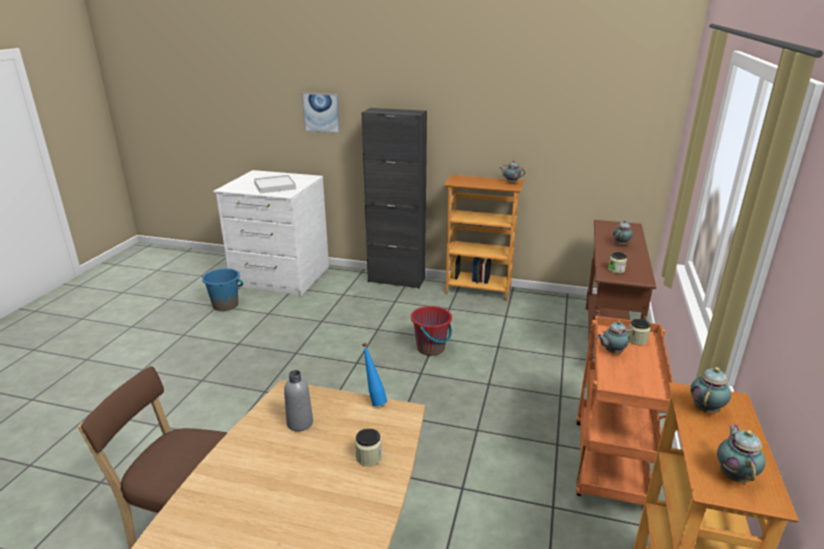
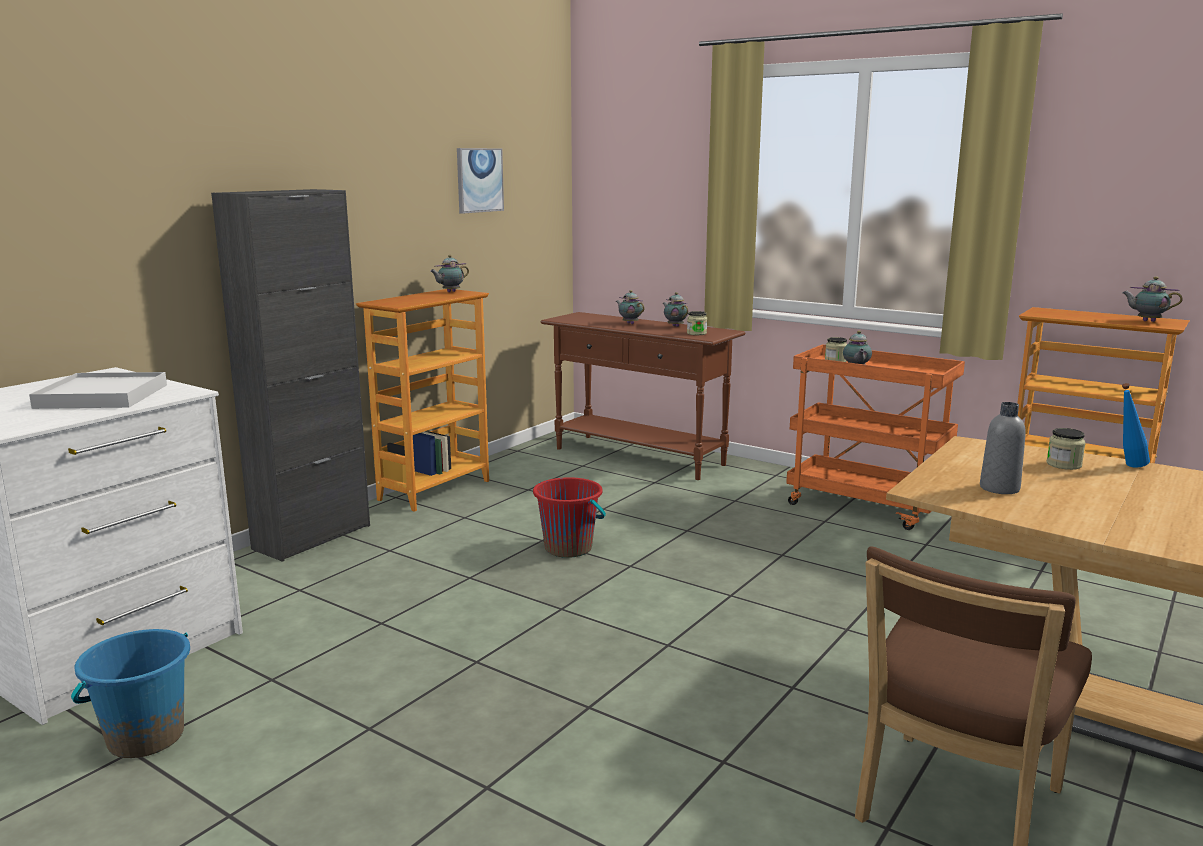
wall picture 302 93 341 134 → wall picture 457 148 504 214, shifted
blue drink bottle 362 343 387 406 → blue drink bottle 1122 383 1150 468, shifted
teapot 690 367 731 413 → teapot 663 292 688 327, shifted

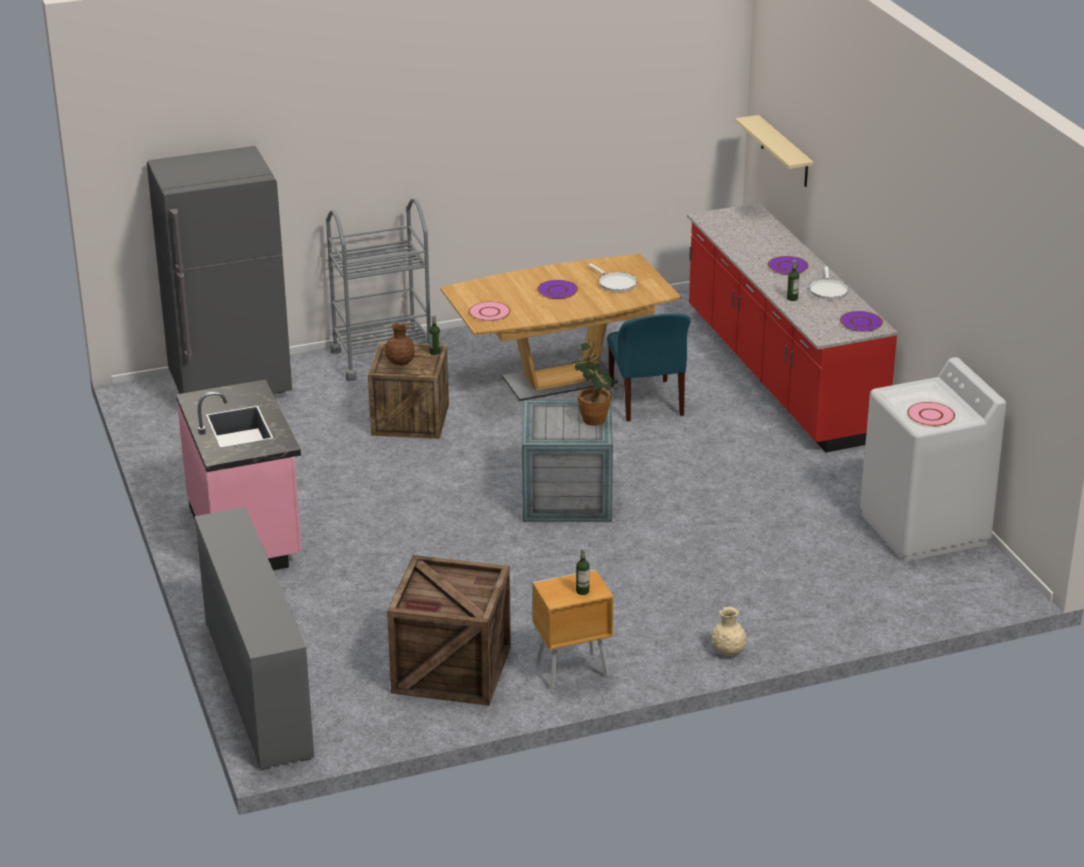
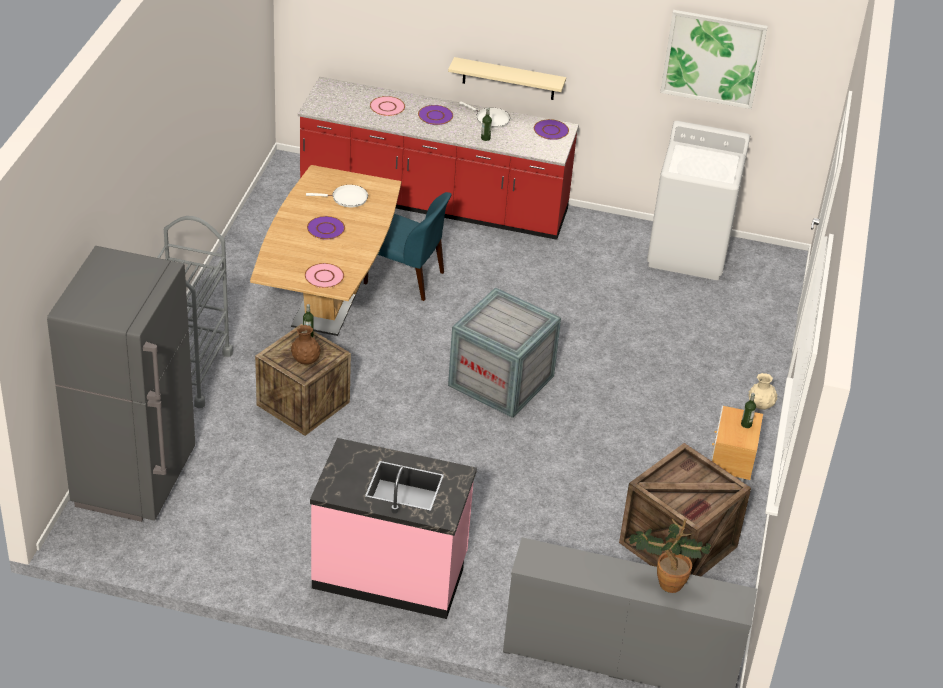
- → wall picture 660 10 768 109
houseplant 573 338 617 426 → houseplant 629 519 711 593, shifted
sand-coloured shelf 735 115 814 187 → sand-coloured shelf 448 57 566 100, shifted
pink dinner plate 907 402 955 426 → pink dinner plate 370 96 405 116, shifted

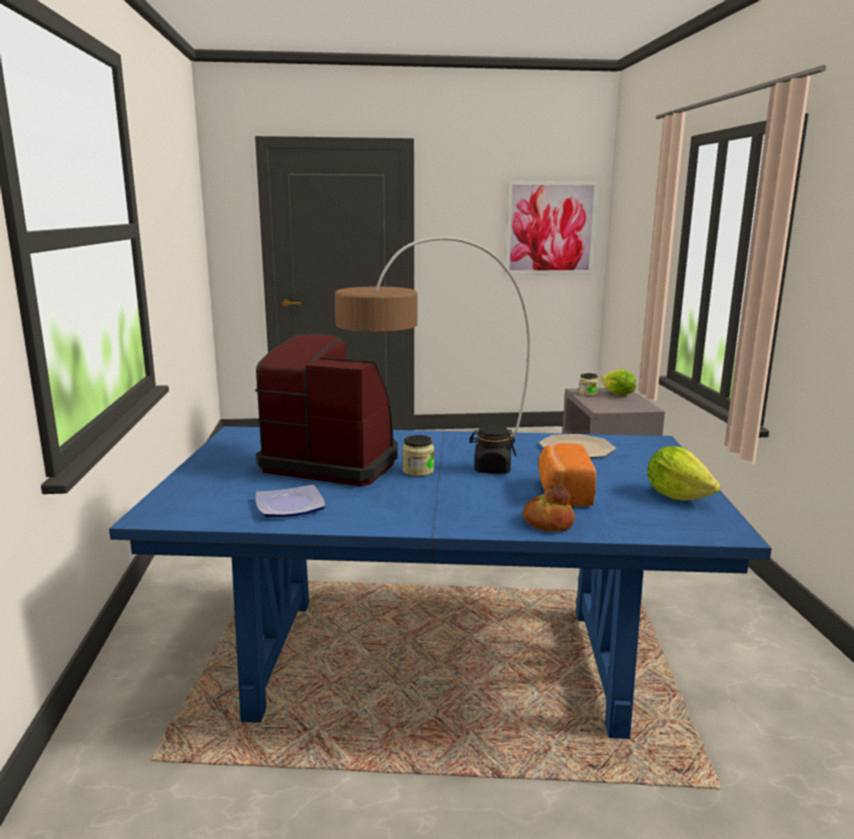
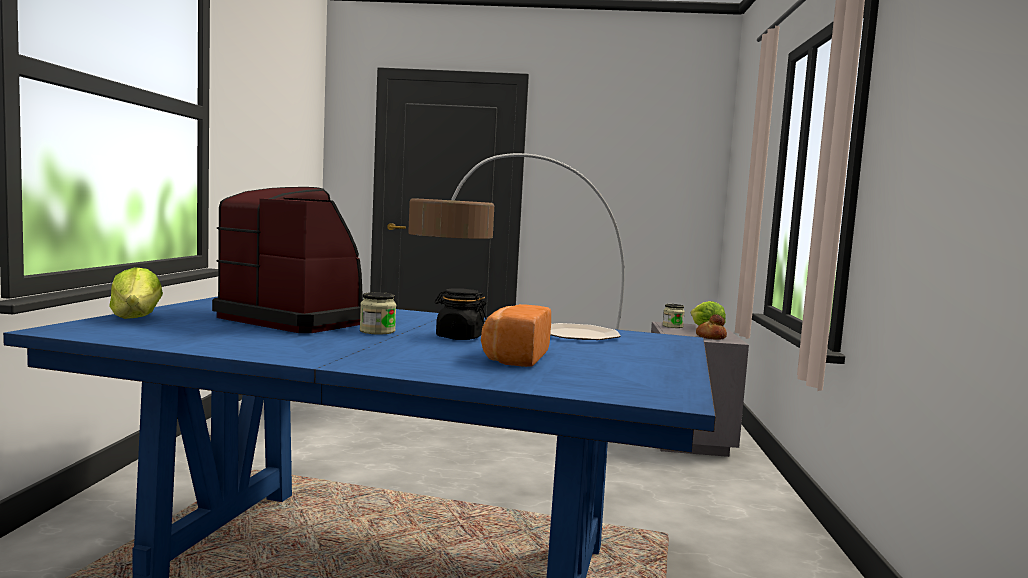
dinner plate 256 485 325 517 → -
wall picture 505 181 599 275 → -
baked bread 523 485 575 532 → baked bread 696 314 727 340, shifted
lettuce head 647 446 721 501 → lettuce head 109 267 163 319, shifted

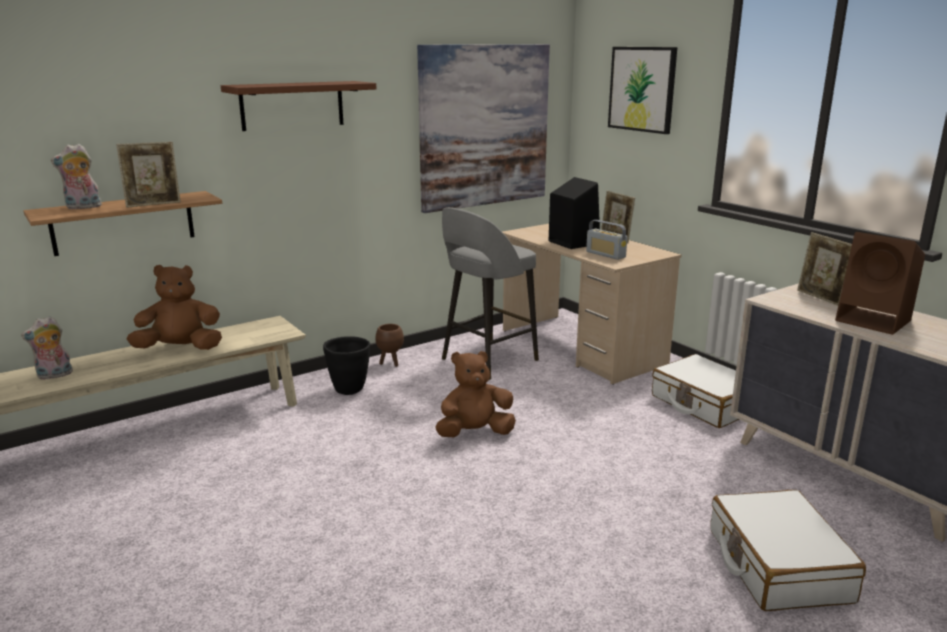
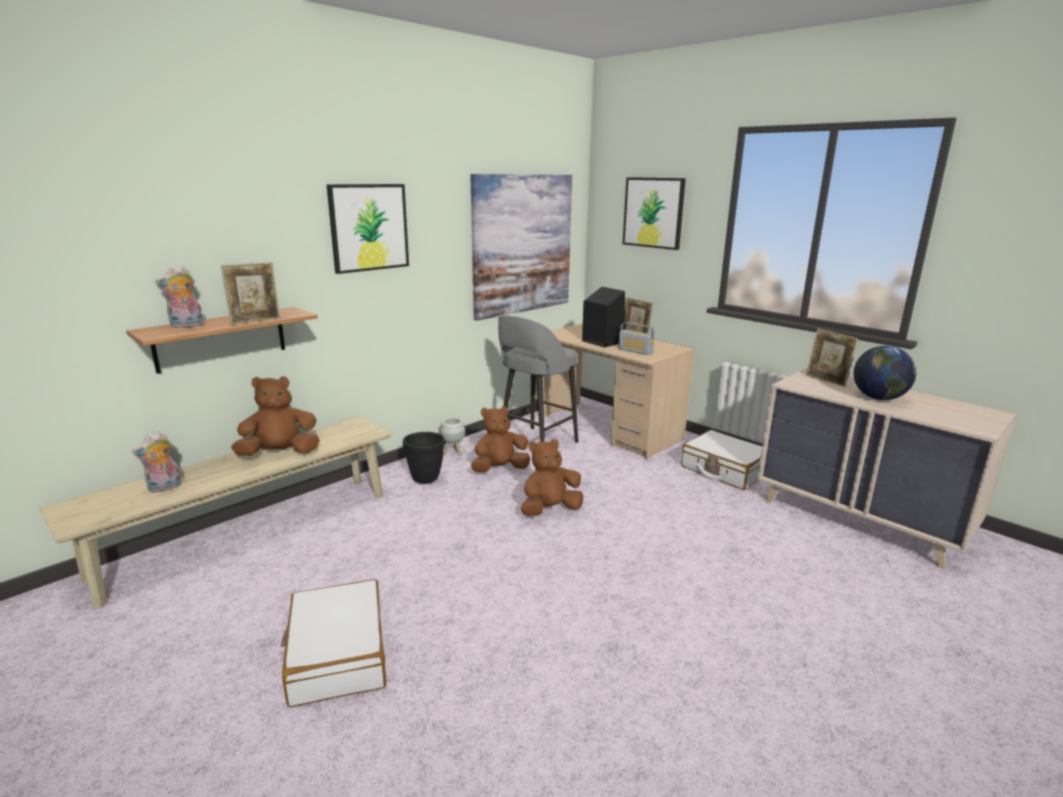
- → brown-coloured soft toy 471 407 530 472
whitish piece of luggage 710 490 866 611 → whitish piece of luggage 281 579 386 707, shifted
brown-coloured shelf 221 81 377 131 → wall picture 326 184 409 274
brown-coloured audio speaker 835 232 925 335 → desk globe 853 346 916 400
brown-coloured plant pot 375 324 404 367 → whitish plant pot 440 418 465 455

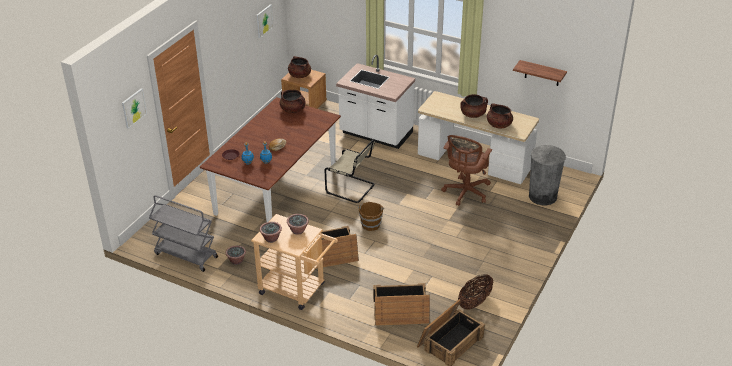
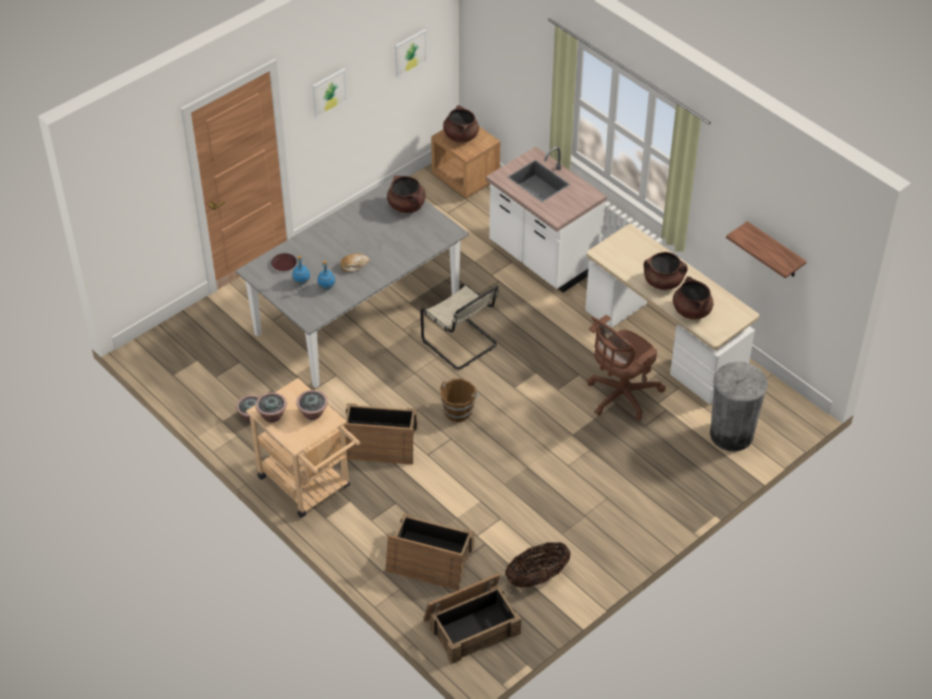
gray trolley 149 195 218 272 → -
wall picture 122 88 147 129 → wall picture 312 68 348 118, shifted
brown-coloured dining table 200 97 341 222 → gray dining table 236 178 469 388

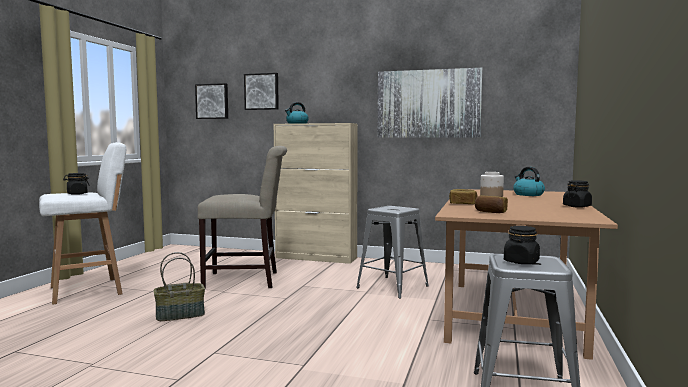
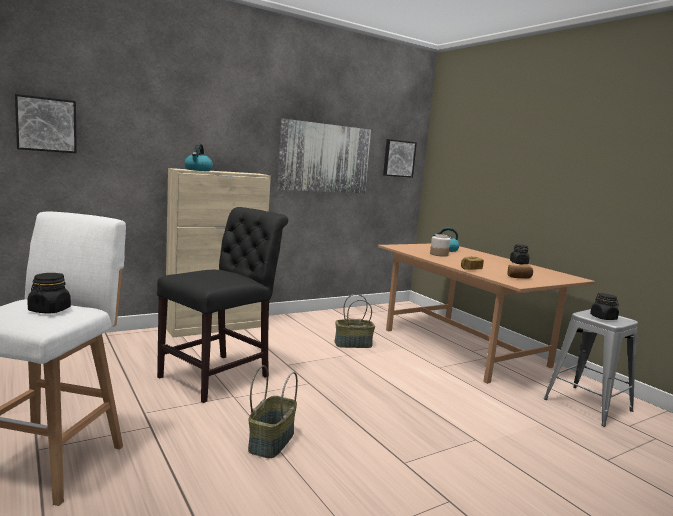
wall picture 244 73 279 110 → wall picture 383 139 417 178, shifted
gray stool seat 356 206 429 299 → basket 335 294 375 348
sand-coloured plain chair 198 146 287 289 → blackish plain chair 157 207 288 403

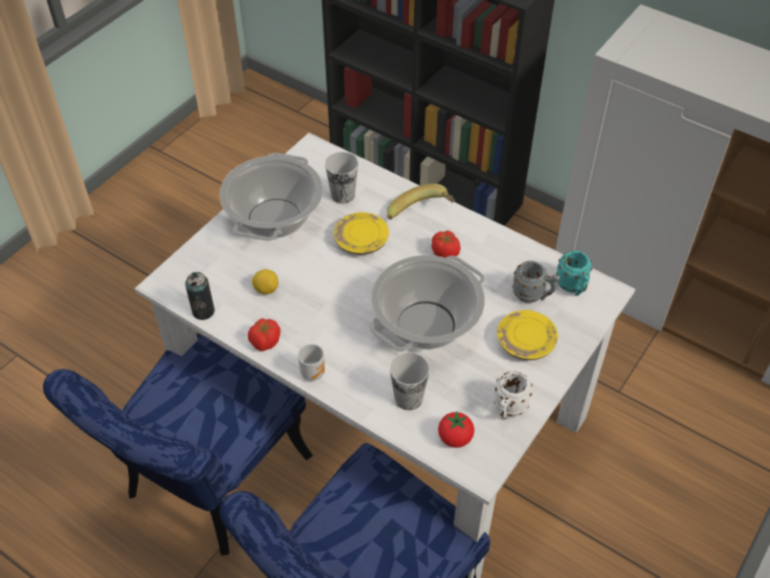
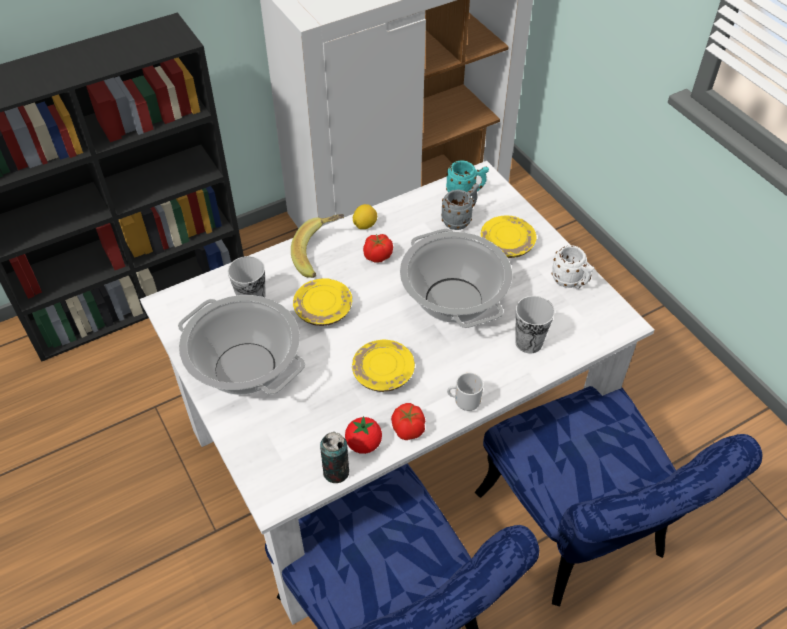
- → yellow-coloured dinner plate 352 339 415 392
whole lemon 252 269 278 294 → whole lemon 353 204 377 229, shifted
tomato 438 411 474 448 → tomato 345 416 382 454, shifted

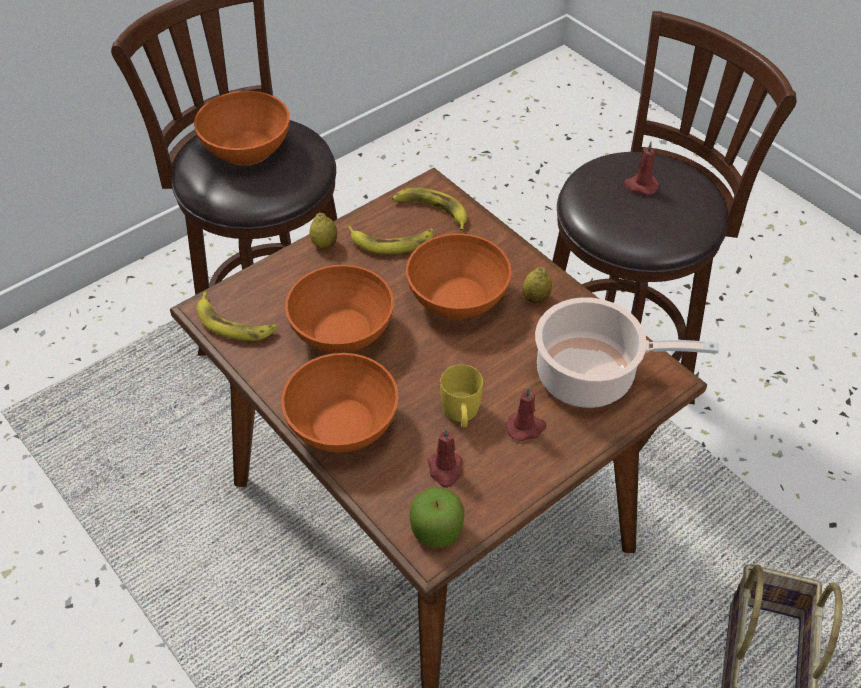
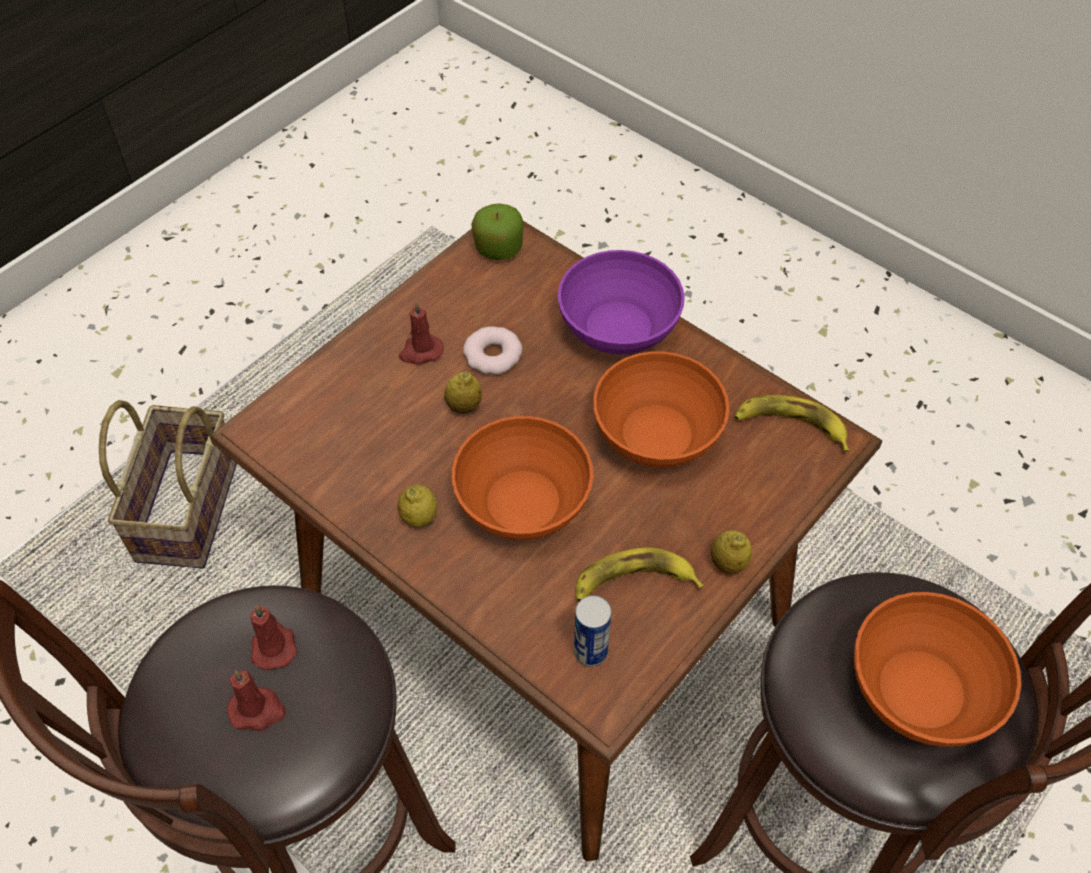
stockpot 535 297 719 408 → -
- → whole lemon 444 371 482 413
red candle 428 427 463 488 → red candle 250 605 297 670, shifted
banana 392 188 467 231 → sealed can 574 595 611 667
yellow-coloured mug 440 364 483 428 → donut 463 326 522 375
orangey bowl 281 353 399 453 → purple bowl 558 250 685 355

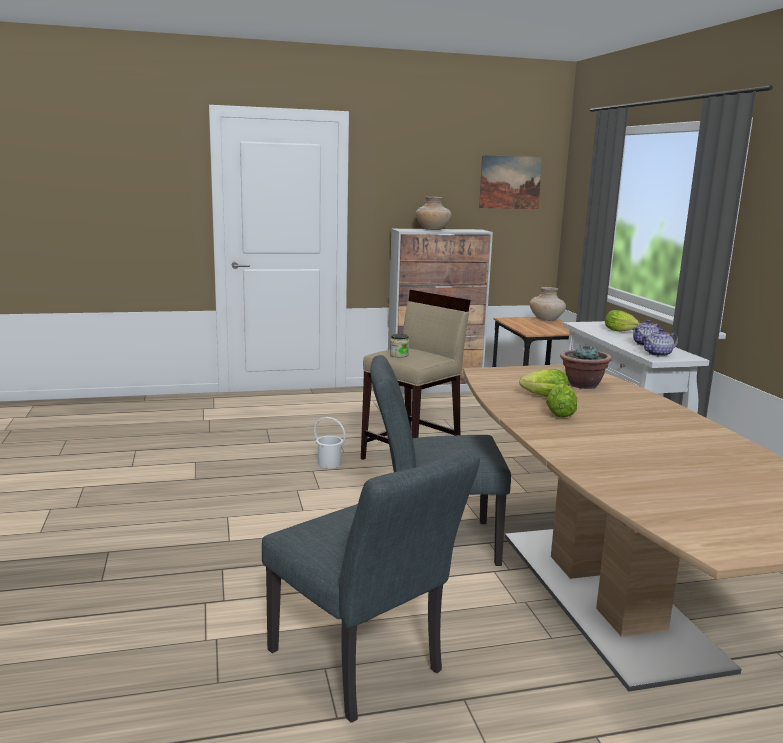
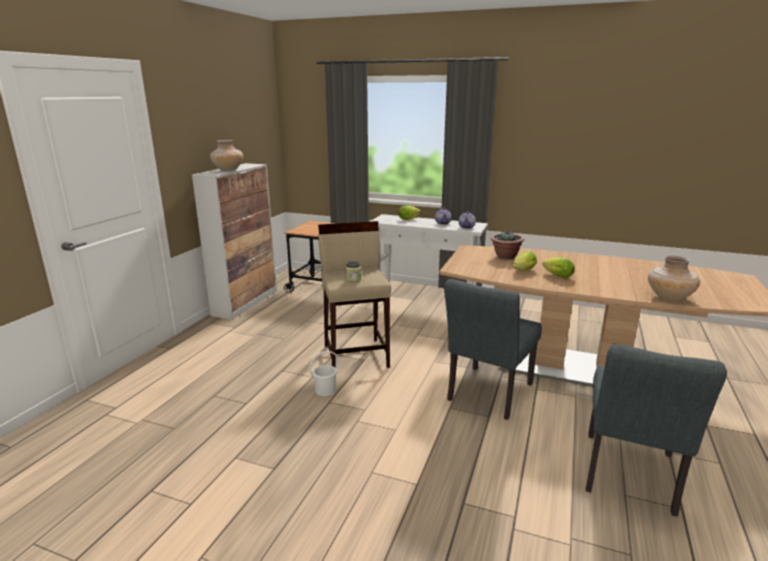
wall picture 479 155 543 209 → -
sand-coloured vase 530 287 566 321 → sand-coloured vase 648 255 700 301, shifted
gray plain chair 262 448 480 722 → gray plain chair 586 344 727 516, 120 degrees clockwise

